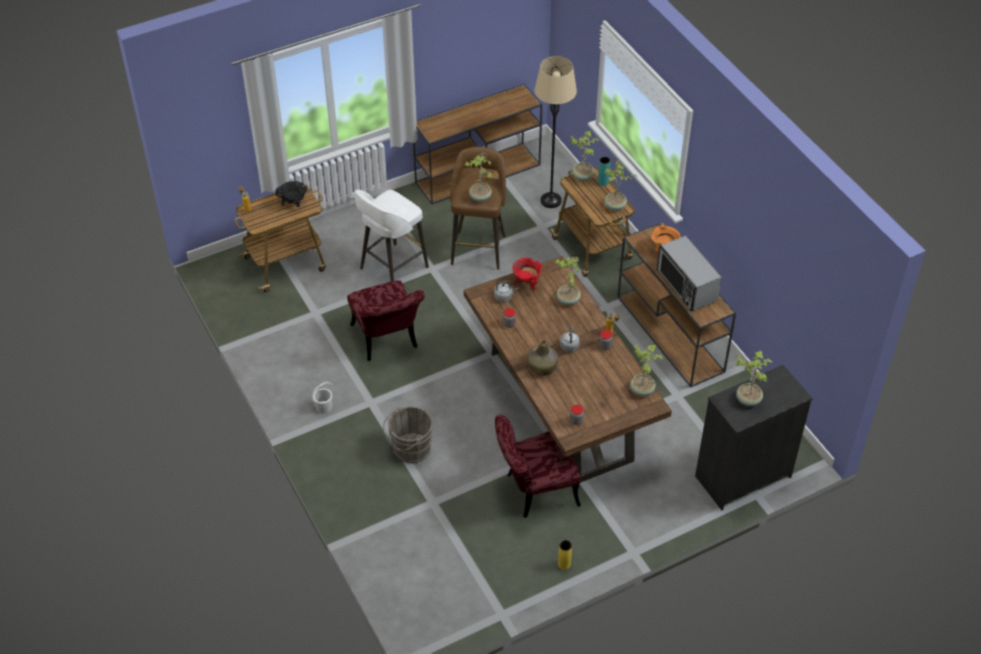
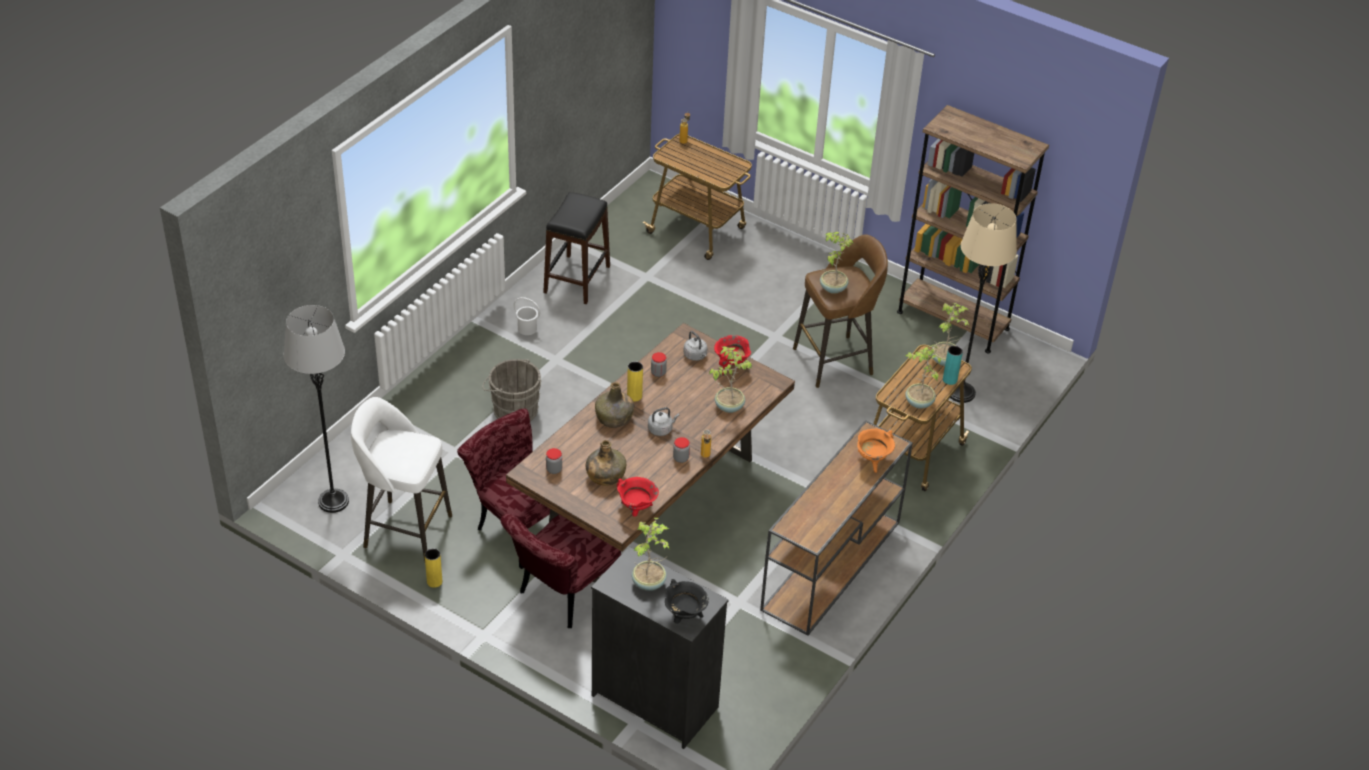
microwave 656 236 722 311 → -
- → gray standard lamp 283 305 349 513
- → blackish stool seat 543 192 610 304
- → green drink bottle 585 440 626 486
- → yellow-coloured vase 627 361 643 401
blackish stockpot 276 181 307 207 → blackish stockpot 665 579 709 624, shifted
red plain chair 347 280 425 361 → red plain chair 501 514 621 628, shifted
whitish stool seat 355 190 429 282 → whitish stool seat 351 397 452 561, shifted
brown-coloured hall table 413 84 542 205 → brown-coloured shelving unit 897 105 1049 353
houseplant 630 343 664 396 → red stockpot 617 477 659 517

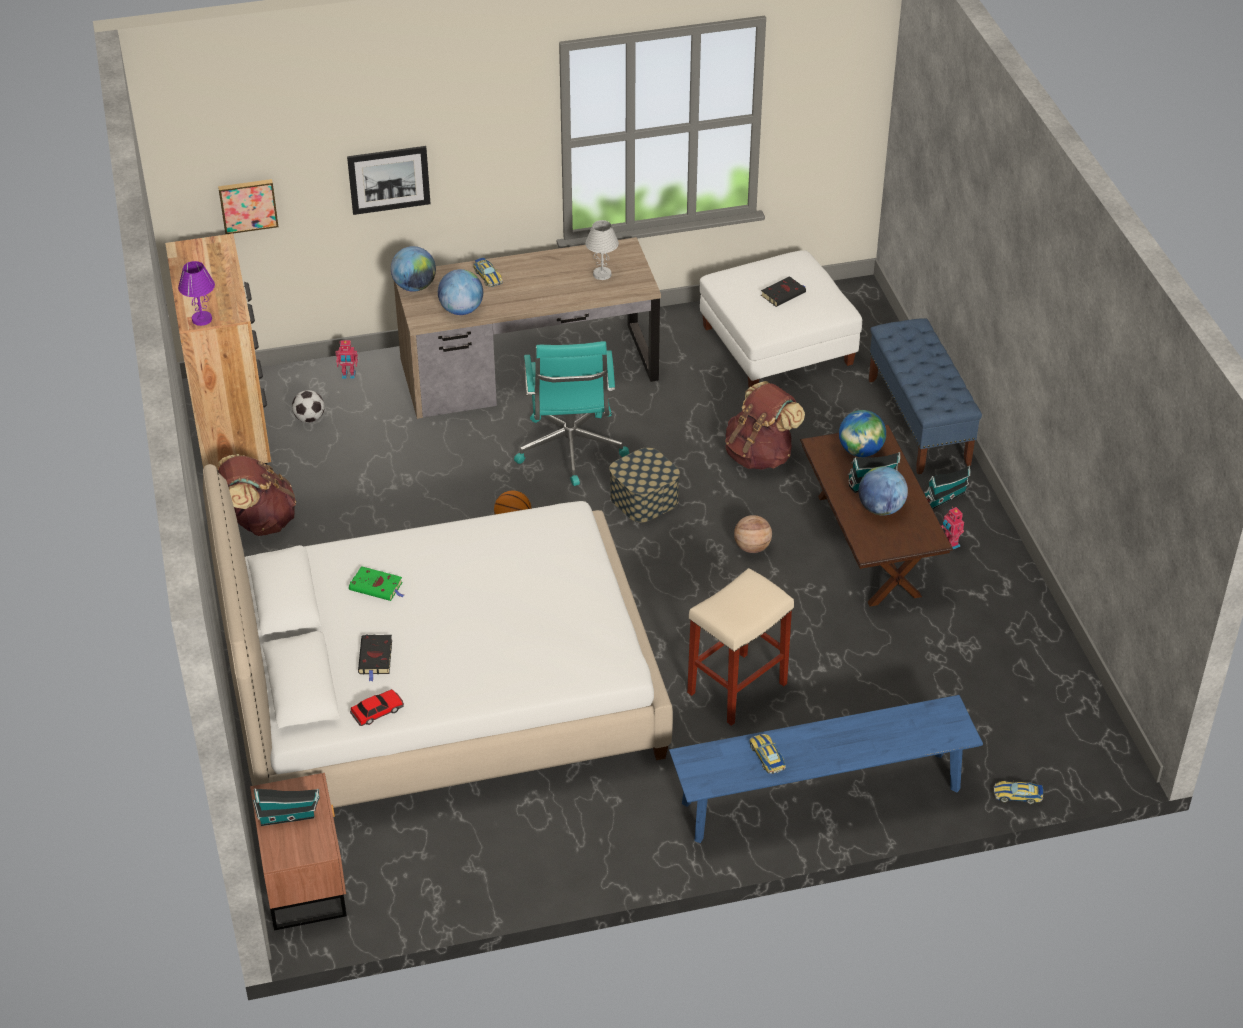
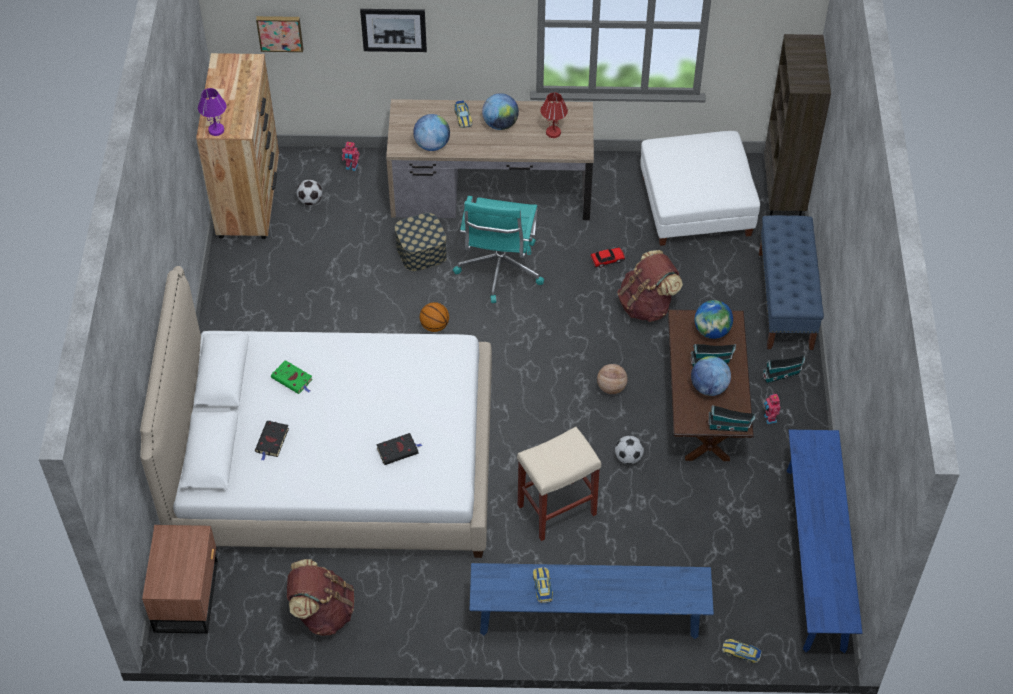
- → football ball 615 436 644 464
- → brown-coloured shelving unit 764 34 831 216
- → blue indoor bench 787 430 862 653
brown-coloured backpack 218 454 296 536 → brown-coloured backpack 287 559 354 636, shifted
model house 253 788 320 826 → model house 708 405 756 432, shifted
miniature car 350 689 404 726 → miniature car 590 247 625 268, shifted
desk globe 391 246 436 292 → desk globe 482 93 519 130, shifted
storage box 609 448 680 523 → storage box 395 213 447 271, shifted
blackish book 761 276 806 307 → blackish book 376 433 422 465, shifted
whitish lamp for a table 585 220 619 280 → red lamp for a table 540 93 568 138

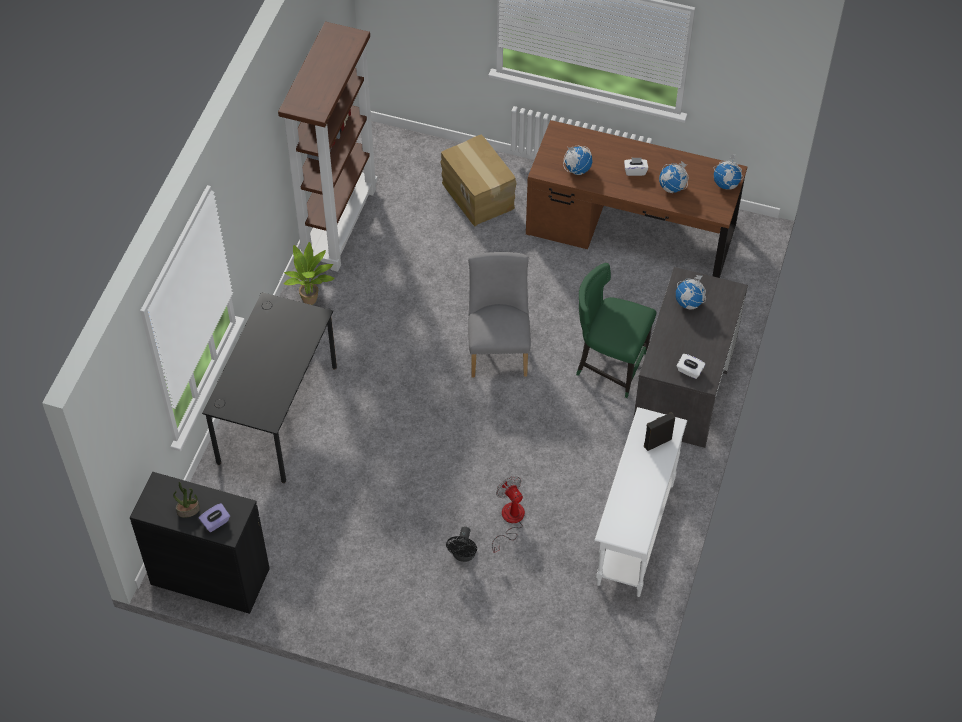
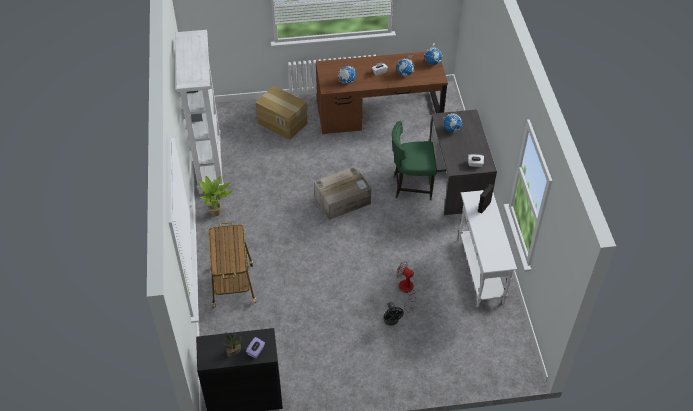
blackish desk 202 292 337 483 → trolley 209 222 256 308
gray plain chair 468 252 531 377 → carton 314 166 371 220
brown-coloured shelving unit 278 22 378 272 → whitish shelving unit 176 30 224 194

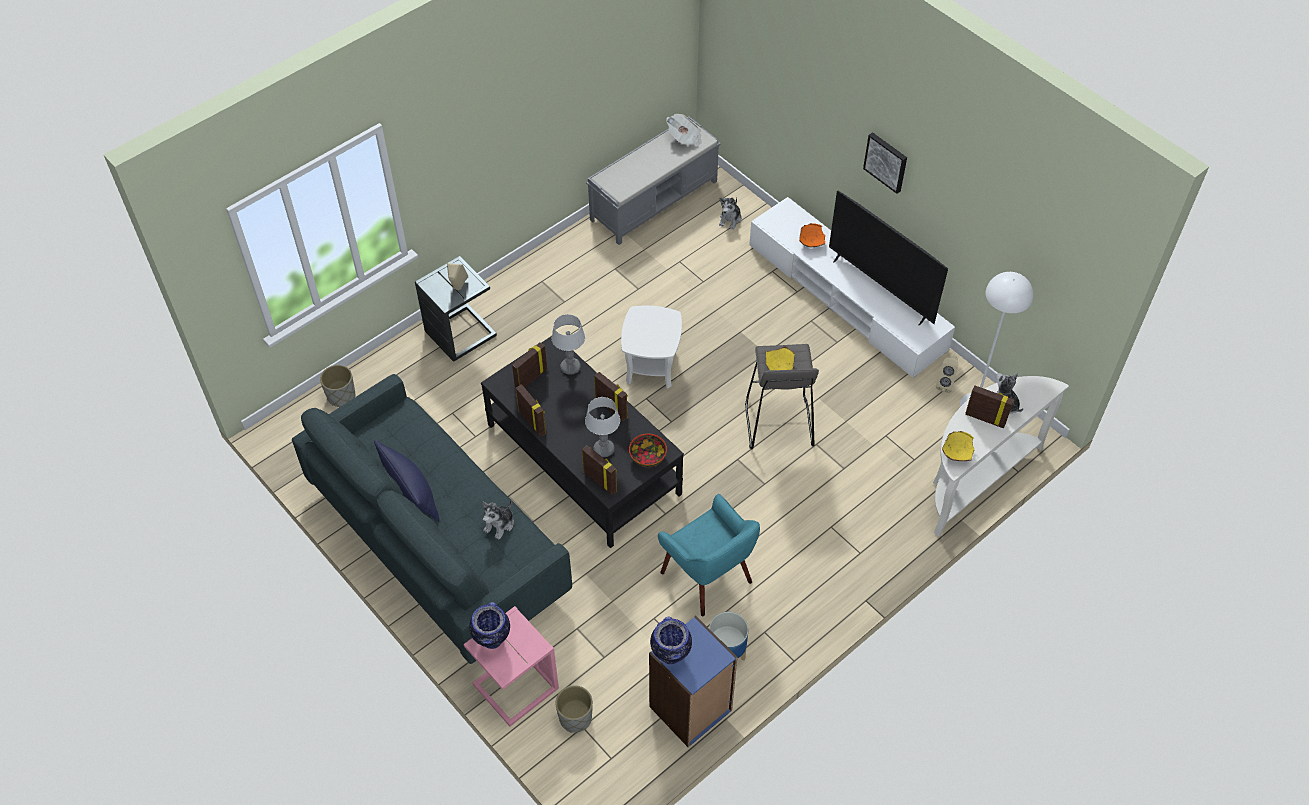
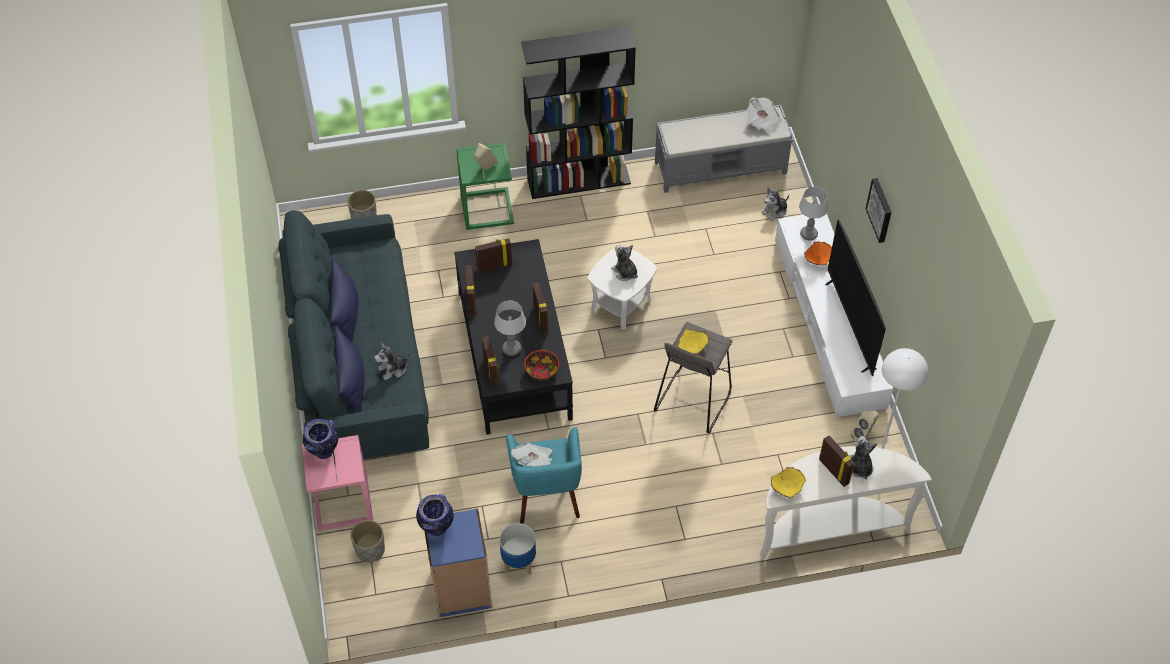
- → blue pillow 334 326 365 413
- → printed paper 511 443 552 466
- → blackish shelving unit 521 27 636 199
- → soft toy 611 245 638 281
lamp for a table 552 314 585 375 → lamp for a table 799 187 829 241, shifted
gray end table 415 256 497 362 → green end table 456 143 514 230

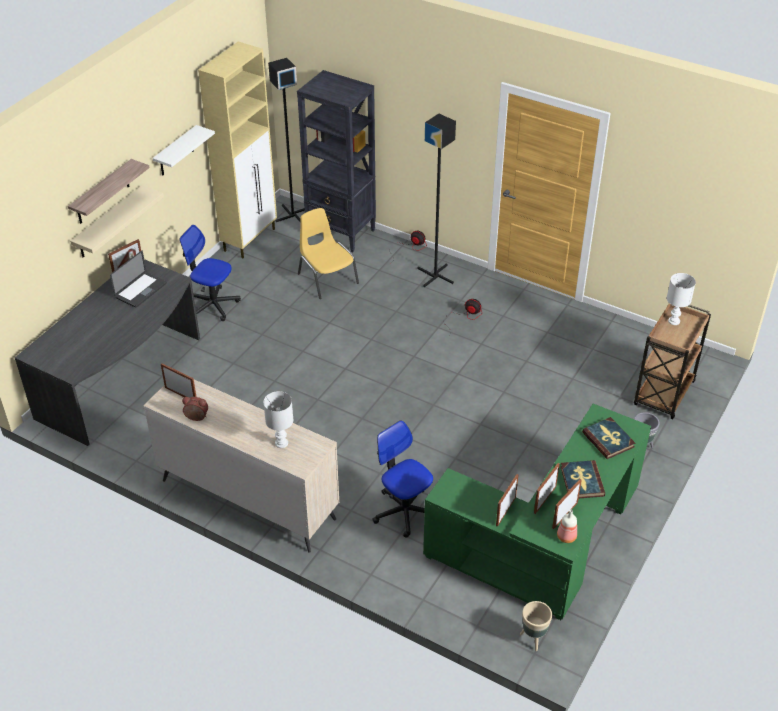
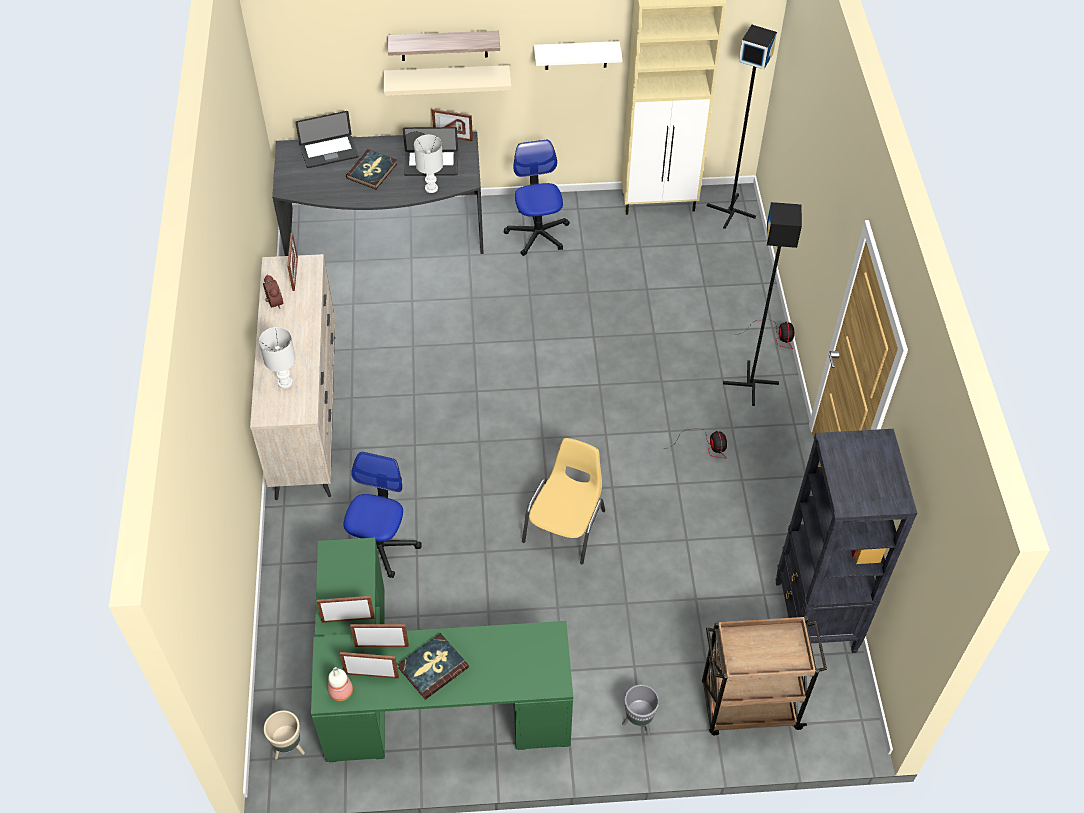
- → laptop 296 111 359 168
blackish shelving unit 297 70 376 252 → blackish shelving unit 775 429 917 653, shifted
yellow-coloured plain chair 298 208 359 299 → yellow-coloured plain chair 522 438 605 564, shifted
book 582 417 635 459 → book 346 149 397 189, shifted
whitish lamp for a table 667 273 696 325 → whitish lamp for a table 414 135 443 193, shifted

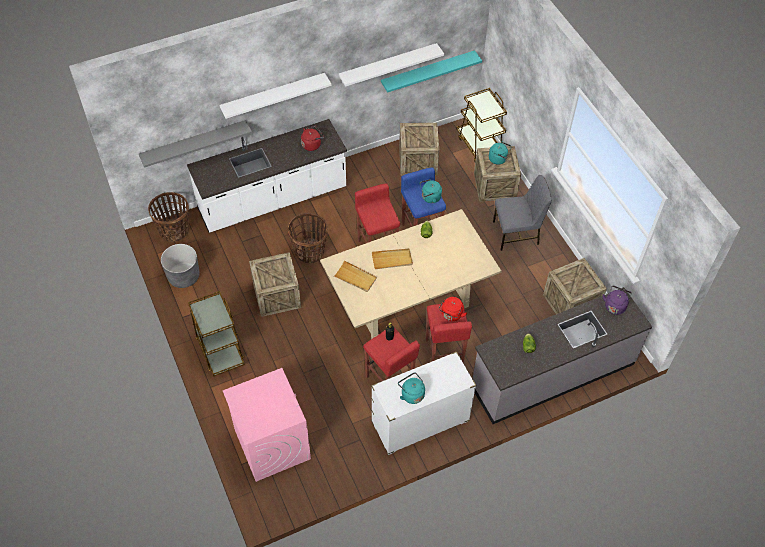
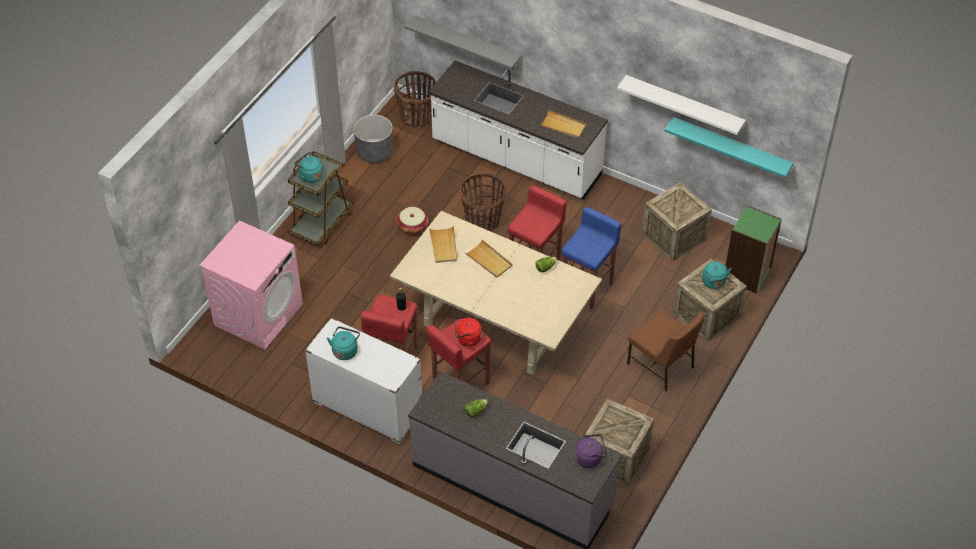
whitish shelf 219 73 332 119 → -
turquoise-coloured water kettle 420 179 442 203 → turquoise-coloured water kettle 294 152 323 183, shifted
shipping crate 249 252 301 317 → basket 396 207 429 235
red water kettle 301 125 324 151 → sand-coloured carrying tray 540 110 587 138
brown-coloured trolley 457 88 507 161 → green shelving unit 725 205 782 294
gray plain chair 493 175 552 251 → brown-coloured plain chair 627 310 704 391

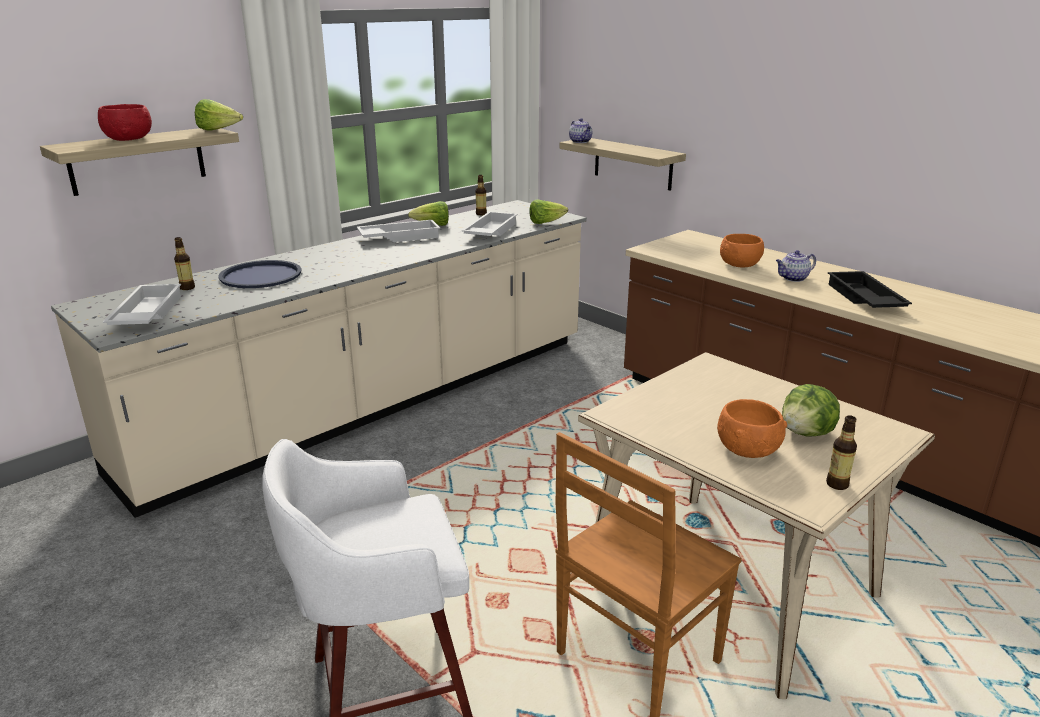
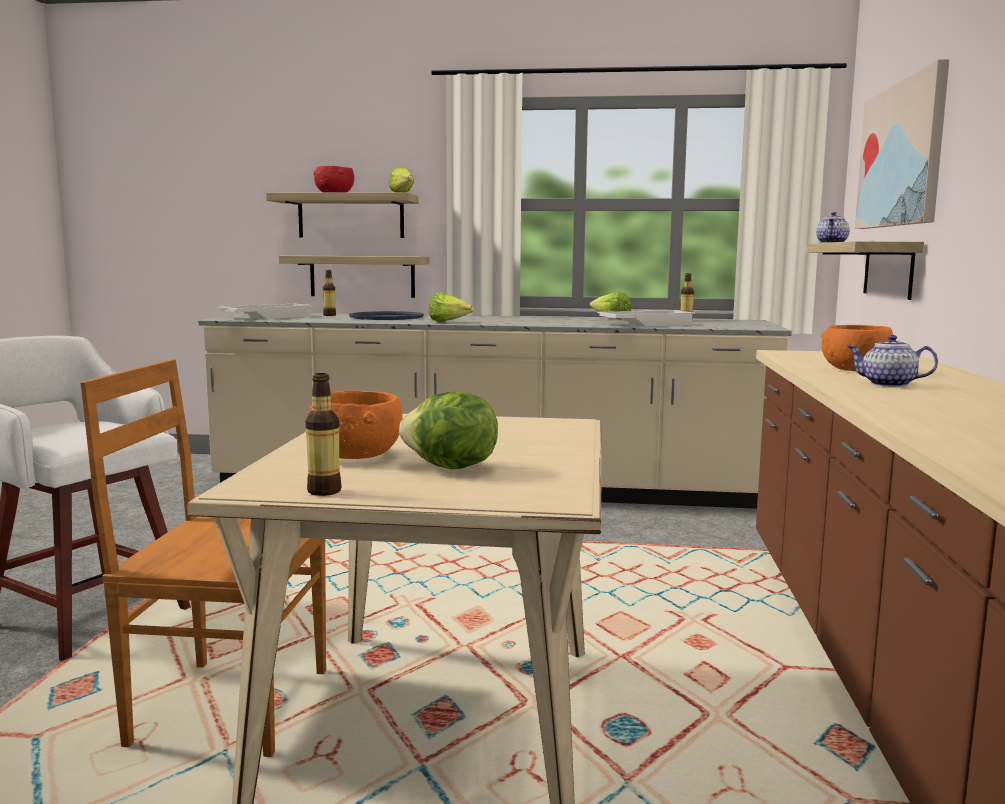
whitish carrying tray 357 220 440 242 → -
blackish carrying tray 828 271 912 308 → -
- → shelf 279 256 430 298
- → wall picture 855 59 949 229
lettuce head 529 200 568 224 → lettuce head 429 292 474 322, shifted

